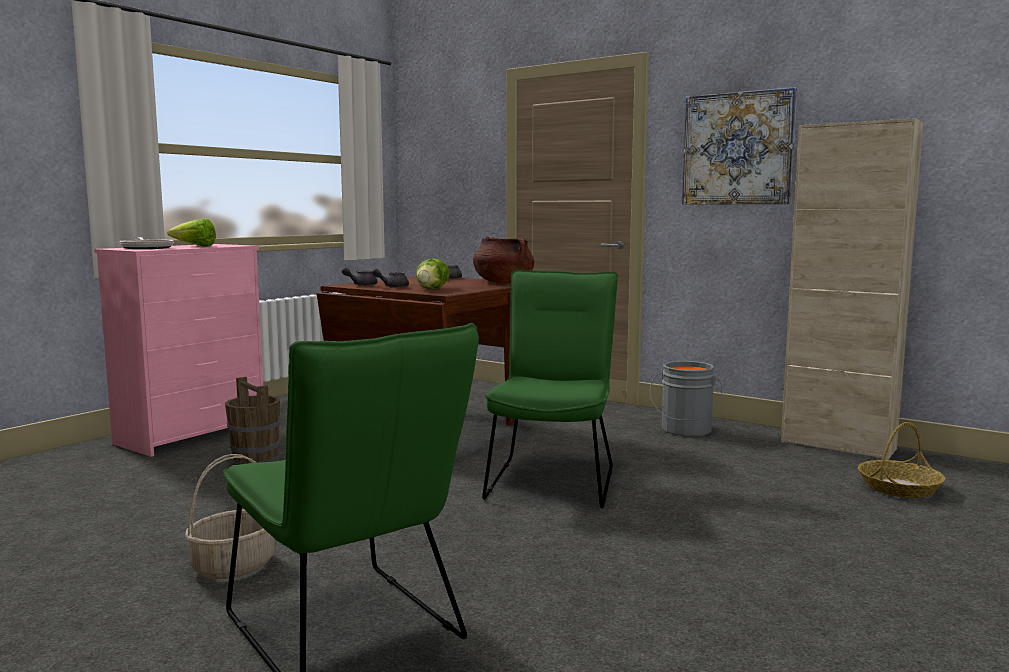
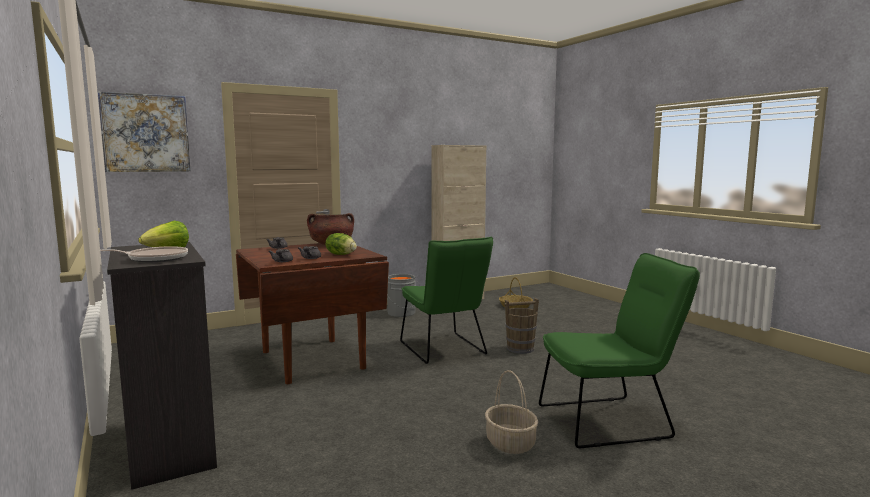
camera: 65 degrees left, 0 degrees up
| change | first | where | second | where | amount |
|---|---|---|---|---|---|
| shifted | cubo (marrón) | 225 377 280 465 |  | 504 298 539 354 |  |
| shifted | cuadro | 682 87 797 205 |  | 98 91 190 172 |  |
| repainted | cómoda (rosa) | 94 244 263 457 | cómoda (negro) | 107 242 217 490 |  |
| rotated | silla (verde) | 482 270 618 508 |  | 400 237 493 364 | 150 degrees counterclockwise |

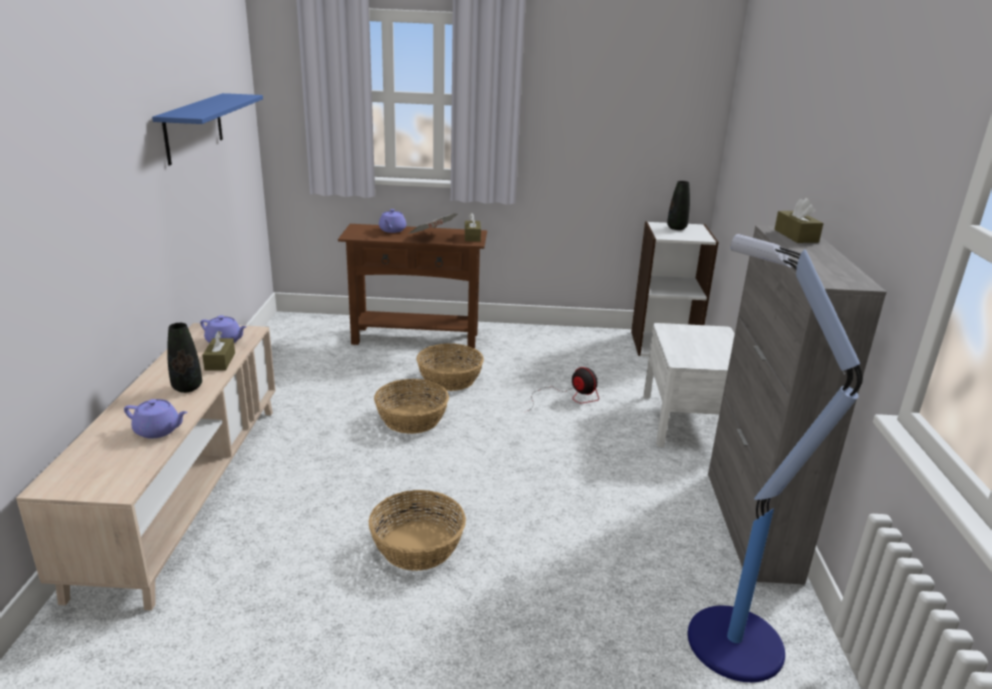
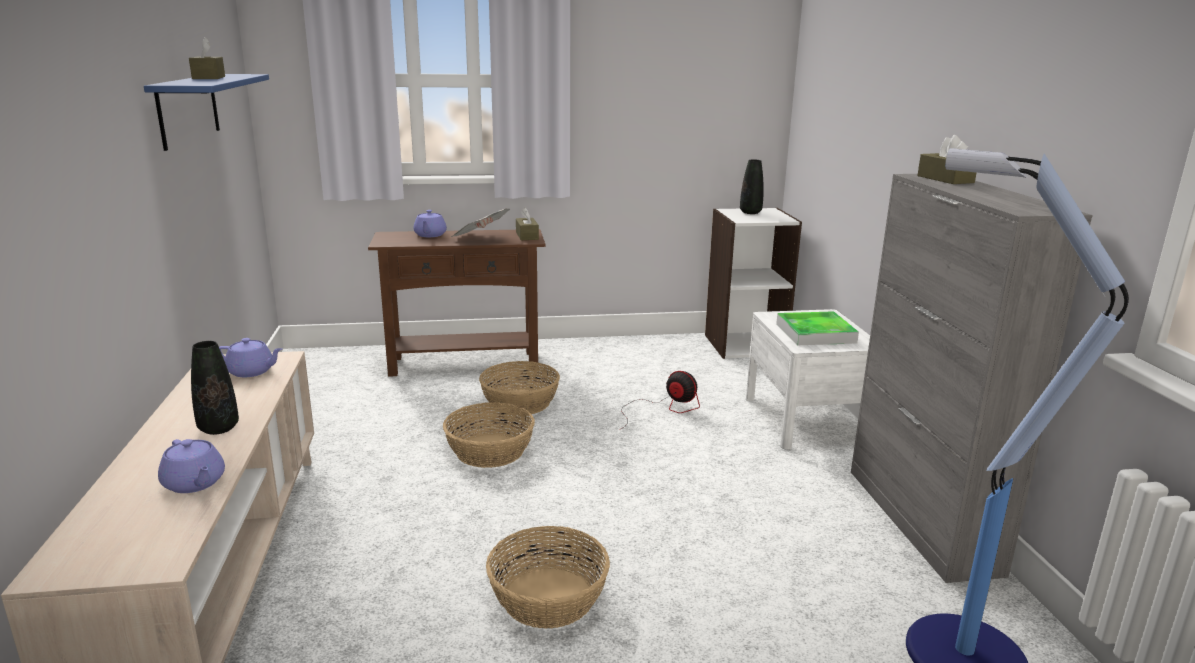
camera: 10 degrees left, 5 degrees down
| change | first | where | second | where | amount |
|---|---|---|---|---|---|
| new |  |  | bandeja | 776 311 859 345 |  |
| shifted | caja de pañuelos (marrón) | 202 331 235 371 |  | 189 37 225 79 |  |
| rotated | tetera (morado) | 124 399 188 439 |  | 158 439 225 493 | 45 degrees clockwise |

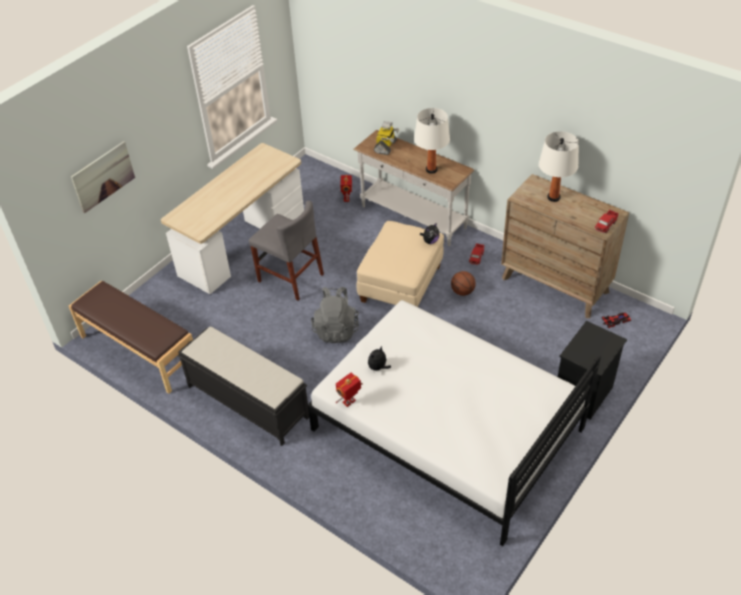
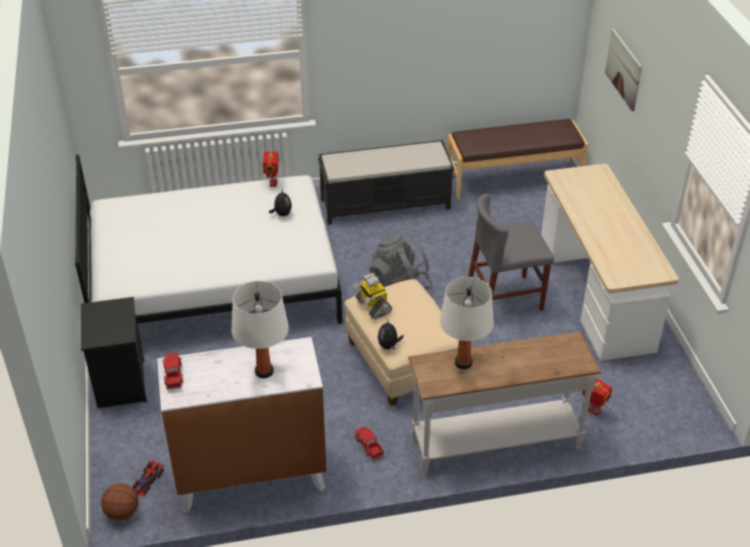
camera: 130 degrees right, 5 degrees down
| change | first | where | second | where | amount |
|---|---|---|---|---|---|
| shifted | robot de juguete | 374 121 399 155 |  | 353 273 392 319 |  |
| shifted | balón de baloncesto | 451 271 476 296 |  | 101 484 138 521 |  |
| repainted | cómoda (marrón) | 501 174 629 318 | cómoda (blanco) | 157 337 327 513 |  |

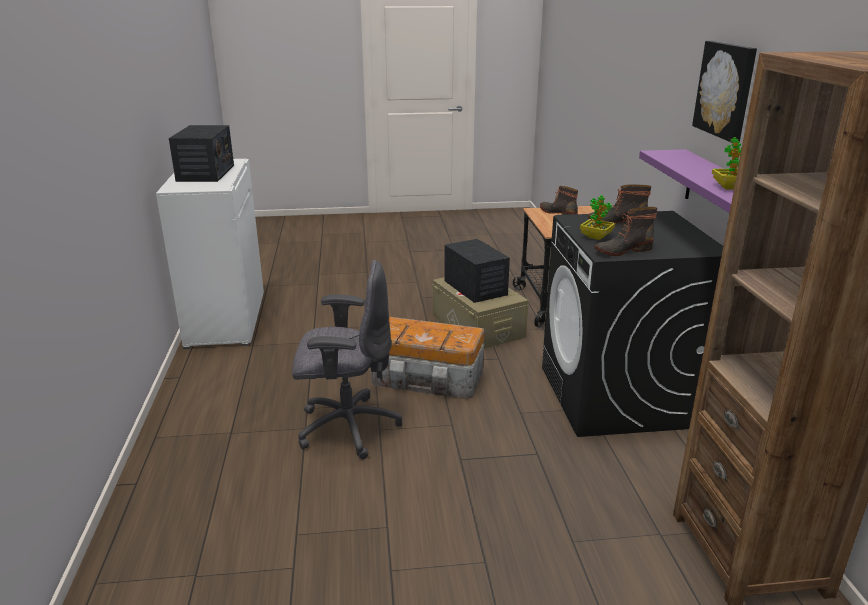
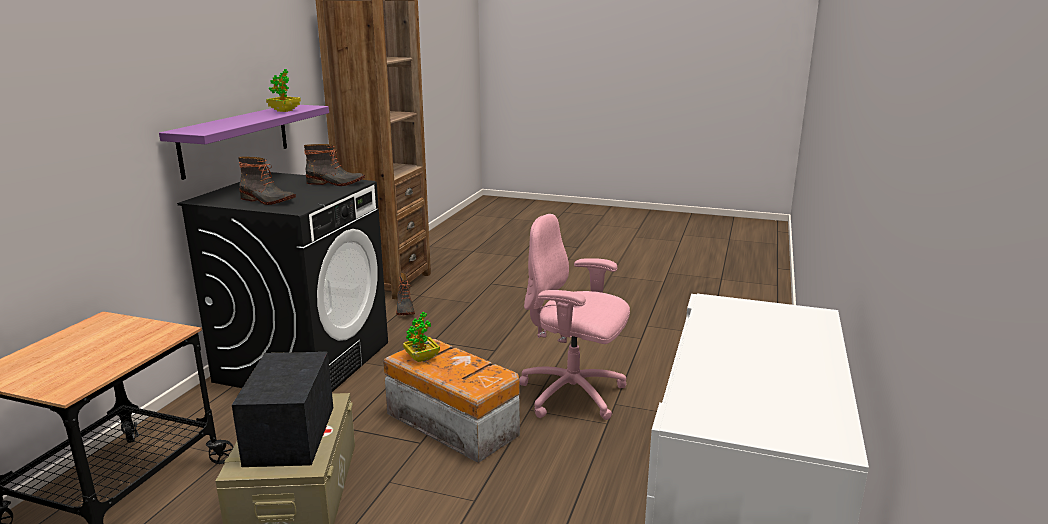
camera: 155 degrees left, 5 degrees down
| change | first | where | second | where | amount |
|---|---|---|---|---|---|
| gone | radio | 169 125 234 182 |  |  |  |
| gone | cuadro | 692 41 757 143 |  |  |  |
| shifted | bota | 540 186 578 215 |  | 396 273 415 315 |  |
| shifted | planta en maceta | 580 195 615 240 |  | 403 312 440 362 |  |
| repainted | silla de oficina (gris) | 292 260 402 459 | silla de oficina (rosa) | 519 214 630 420 |  |

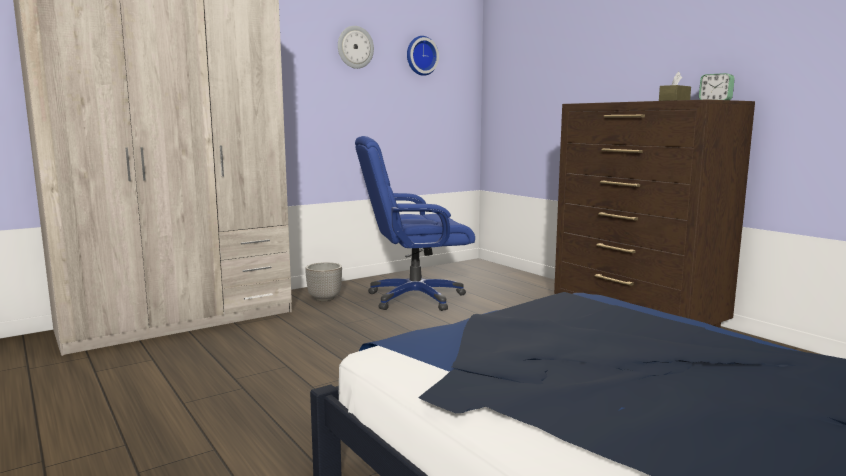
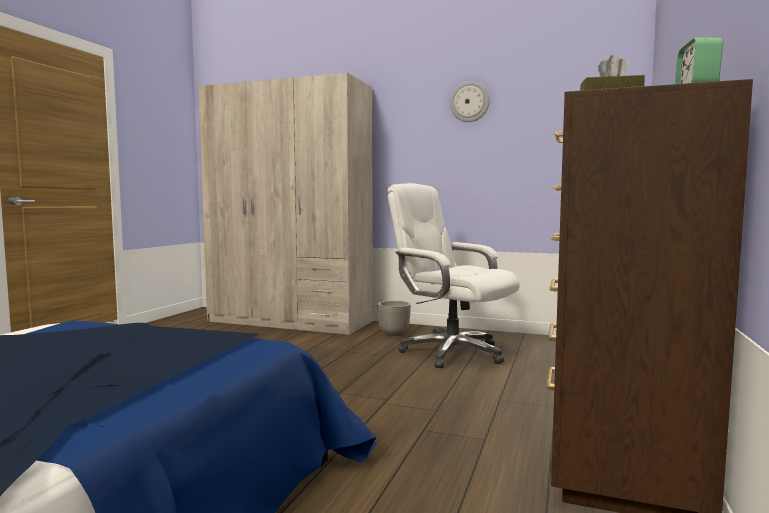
camera: 55 degrees right, 5 degrees down
| change | first | where | second | where | amount |
|---|---|---|---|---|---|
| gone | reloj de pared | 407 36 439 76 |  |  |  |
| repainted | silla de oficina (azul) | 355 136 475 311 | silla de oficina (blanco) | 387 183 520 368 |  |

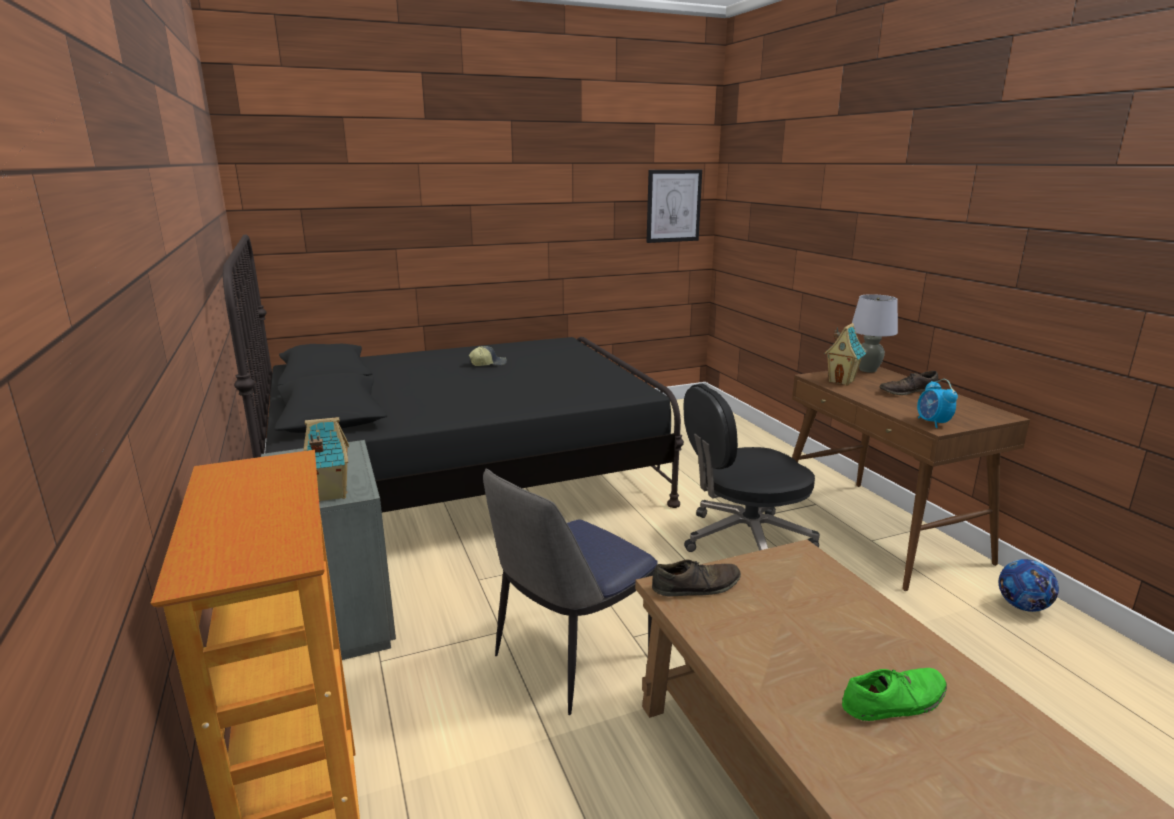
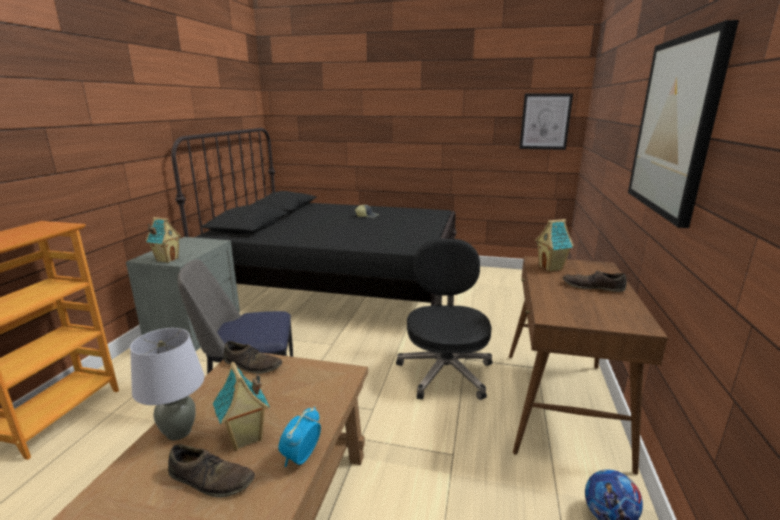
camera: 35 degrees right, 0 degrees up
| change | first | where | second | where | amount |
|---|---|---|---|---|---|
| new |  |  | casita | 213 362 270 451 |  |
| new |  |  | cuadro | 628 20 739 228 |  |
| shifted | lámpara de mesa (gris) | 852 294 898 373 |  | 130 328 205 440 |  |
| shifted | despertador | 917 379 958 428 |  | 279 407 321 467 |  |
| repainted | zapato (verde) | 842 668 947 721 | zapato (marrón) | 168 444 255 498 |  |
| rotated | silla de oficina (negro) | 683 384 820 552 |  | 396 239 492 400 | 75 degrees clockwise |

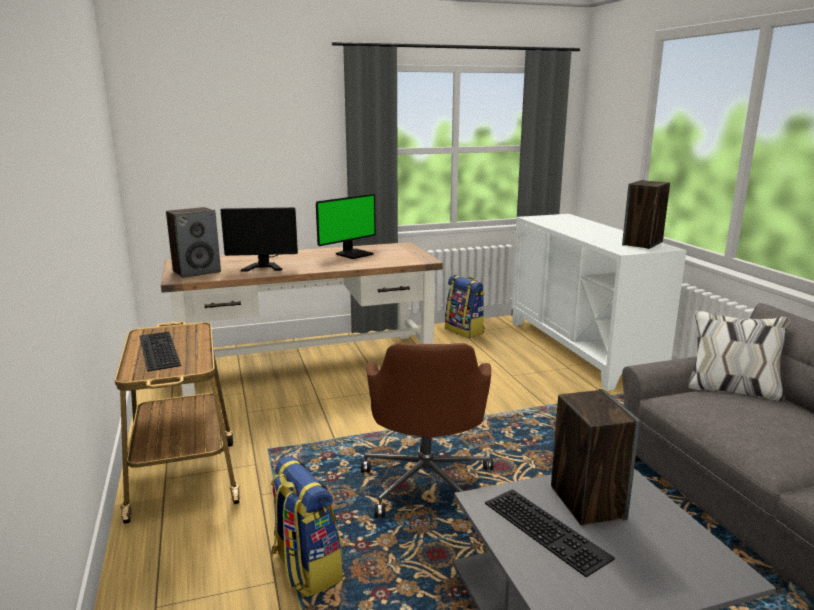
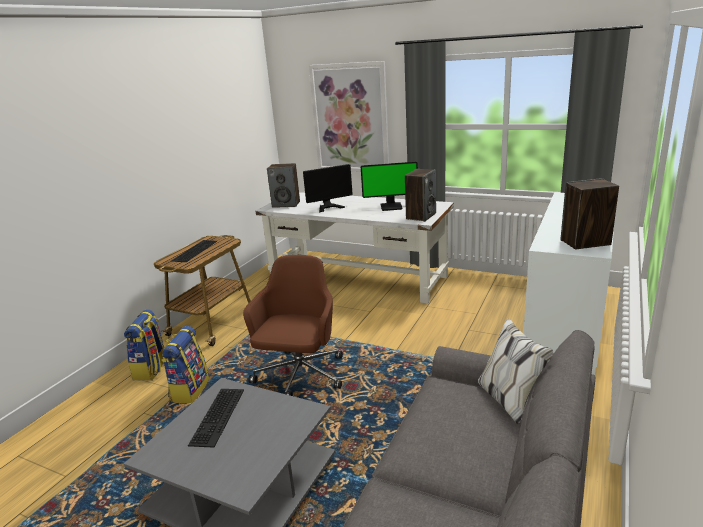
camera: 45 degrees right, 5 degrees up
| change | first | where | second | where | amount |
|---|---|---|---|---|---|
| new |  |  | cuadro | 309 61 389 172 |  |
| shifted | mochila | 445 275 485 338 |  | 124 309 164 381 |  |
| shifted | altavoz | 551 389 640 526 |  | 405 169 436 222 |  |
| repainted | escritorio (marrón) | 161 242 443 396 | escritorio (blanco) | 256 192 454 304 |  |
| rotated | monitor | 221 207 298 272 |  | 303 164 353 212 | 60 degrees counterclockwise |
| rotated | silla de oficina (marrón) | 361 343 493 520 |  | 243 255 343 396 | 150 degrees clockwise |

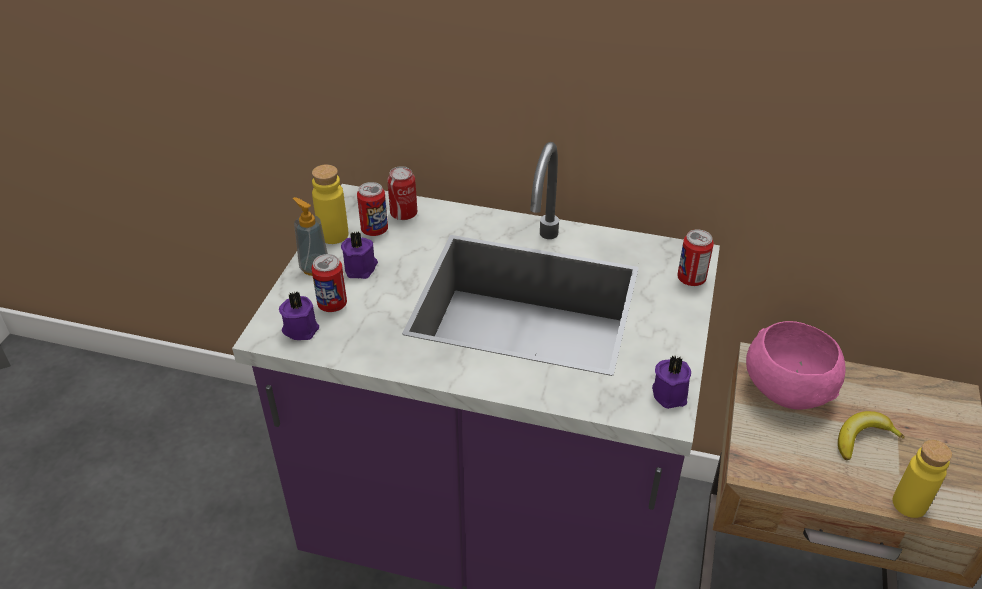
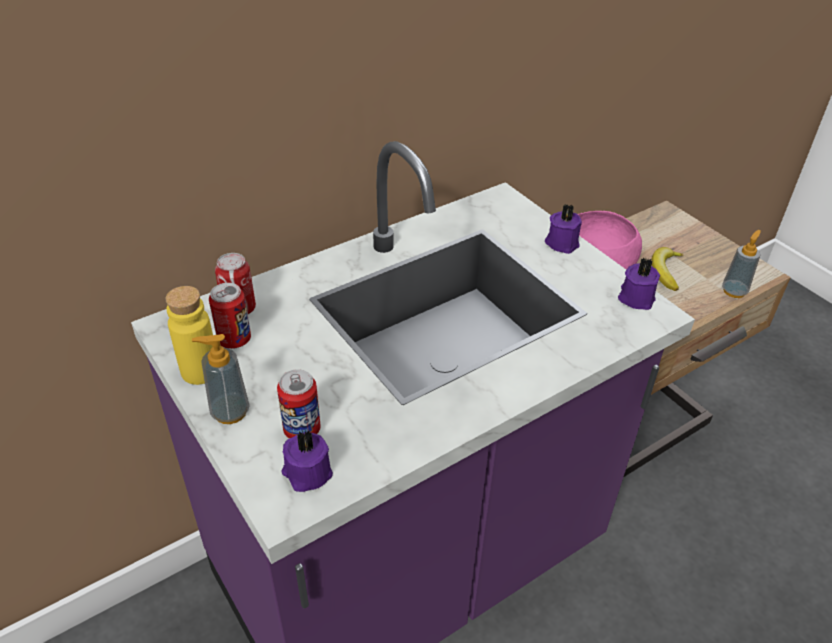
camera: 50 degrees left, 0 degrees up
| change | first | where | second | where | amount |
|---|---|---|---|---|---|
| gone | lata | 677 229 714 286 |  |  |  |
| shifted | vela (morado) | 341 231 378 279 |  | 545 204 582 254 |  |
| swapped | botella (amarillo) | 893 440 952 518 | dispensador de jabón | 722 230 761 298 |  |

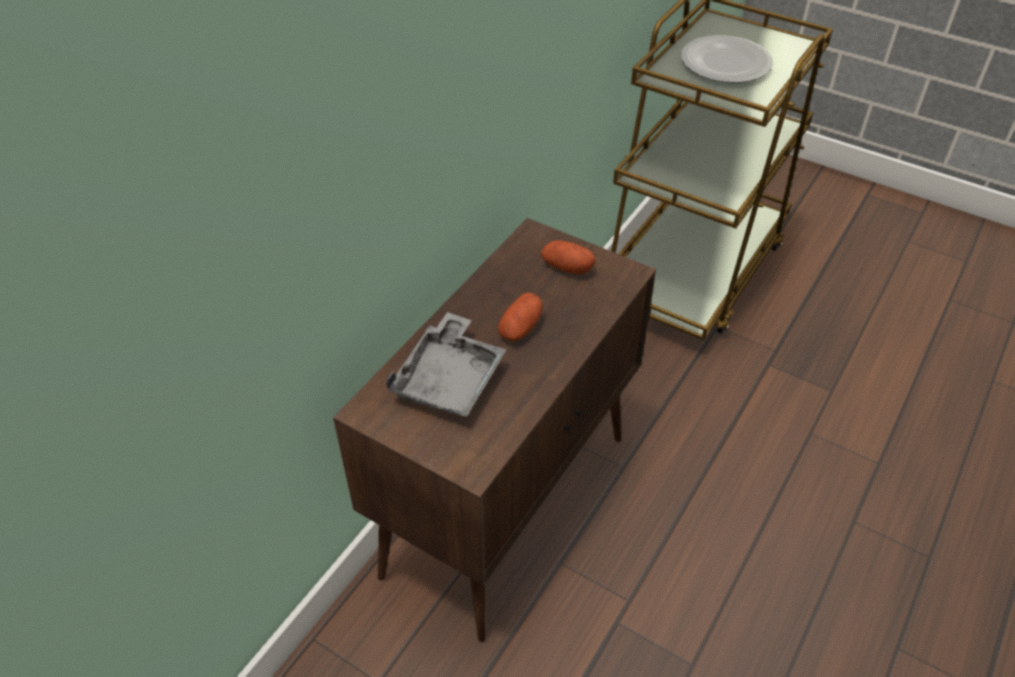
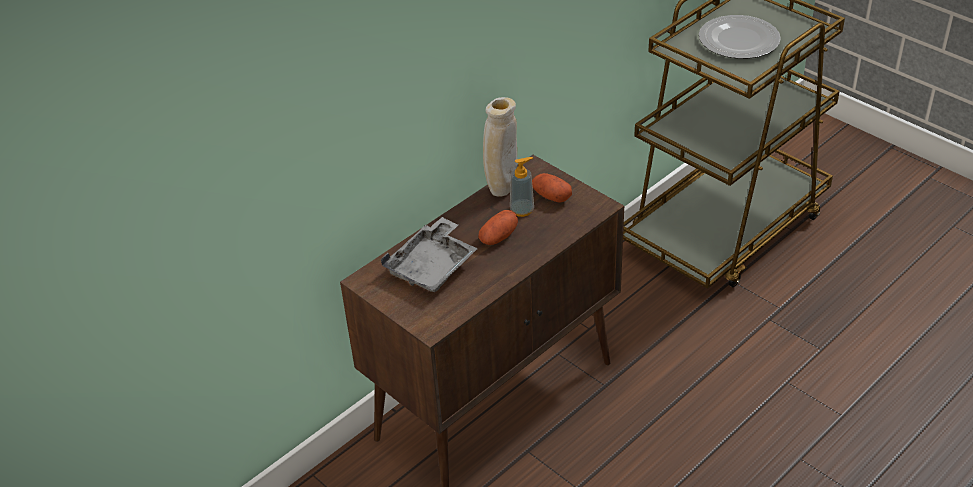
camera: 15 degrees right, 5 degrees down
| change | first | where | second | where | amount |
|---|---|---|---|---|---|
| new |  |  | florero (beis) | 483 97 518 197 |  |
| new |  |  | dispensador de jabón | 510 157 534 217 |  |

